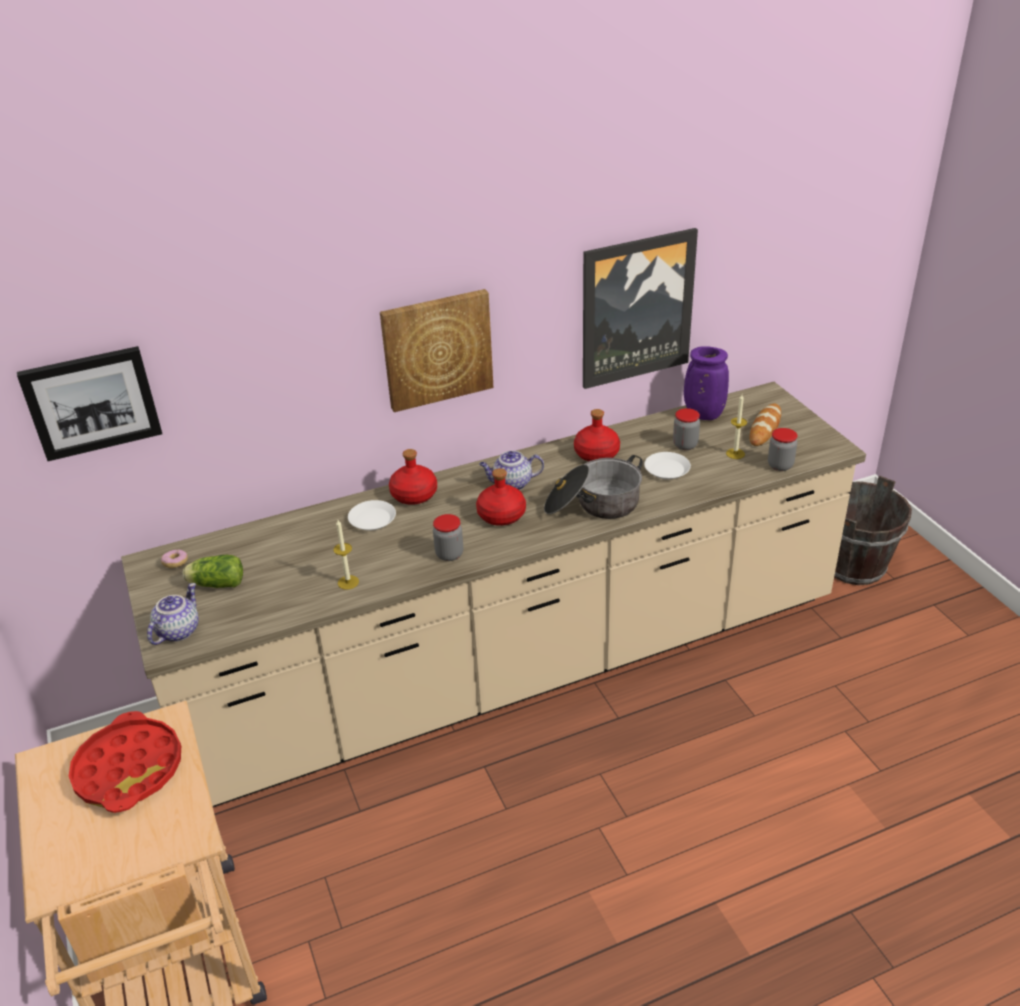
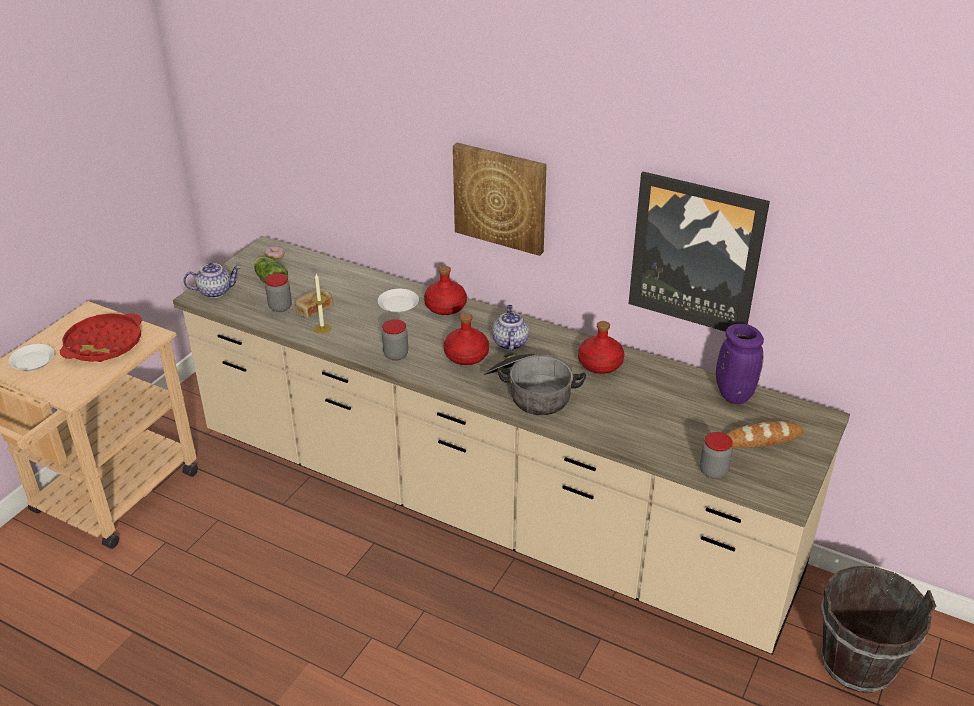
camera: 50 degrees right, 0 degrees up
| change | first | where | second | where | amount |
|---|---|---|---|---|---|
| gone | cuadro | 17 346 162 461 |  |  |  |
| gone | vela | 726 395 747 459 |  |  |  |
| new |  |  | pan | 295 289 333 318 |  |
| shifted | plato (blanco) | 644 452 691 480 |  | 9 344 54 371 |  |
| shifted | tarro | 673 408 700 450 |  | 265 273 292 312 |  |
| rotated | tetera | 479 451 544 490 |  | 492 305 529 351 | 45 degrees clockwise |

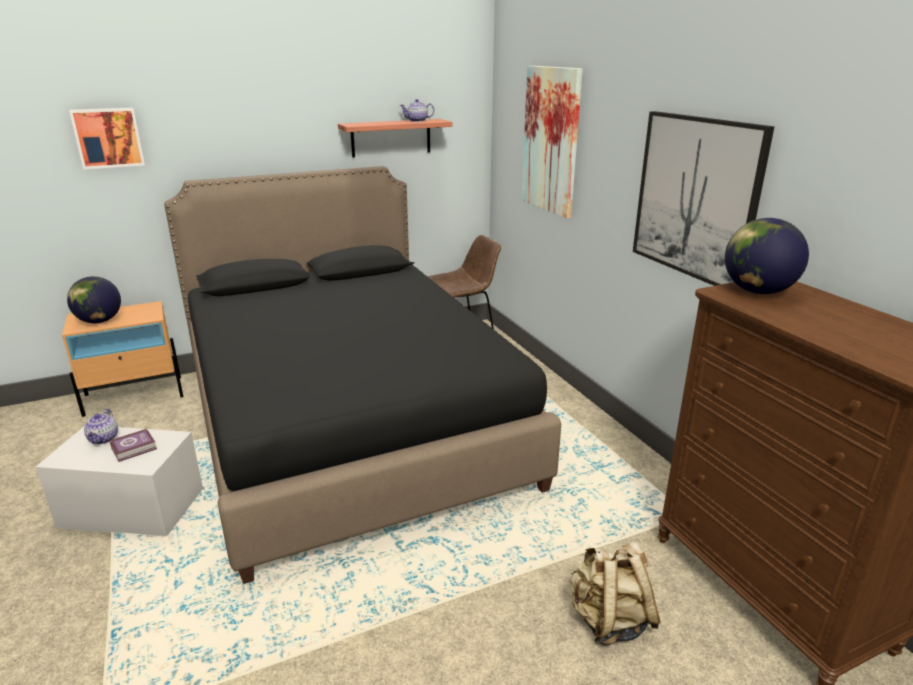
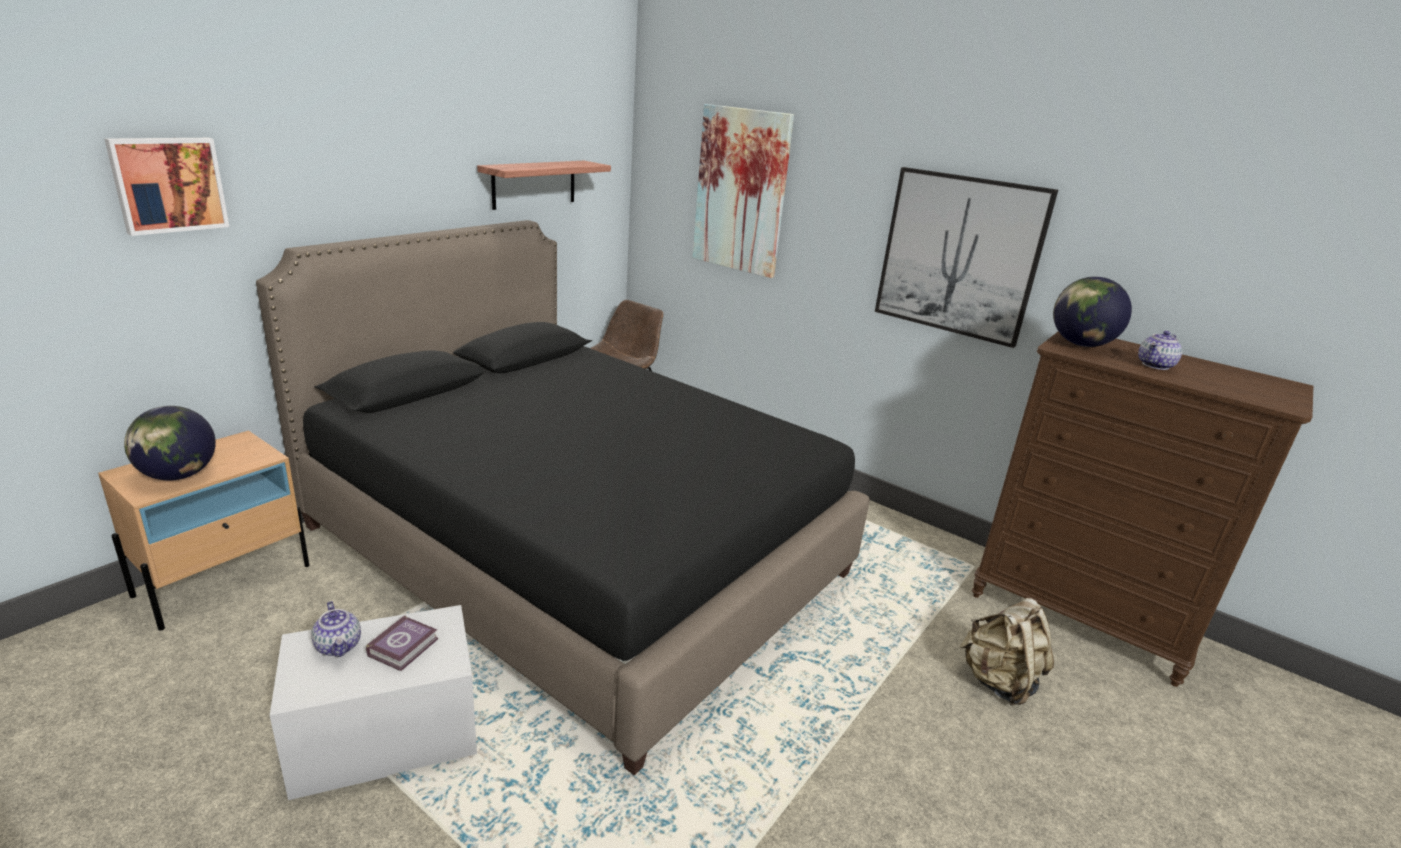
camera: 30 degrees left, 0 degrees up
| change | first | where | second | where | amount |
|---|---|---|---|---|---|
| shifted | tetera | 400 99 434 122 |  | 1138 331 1182 370 |  |

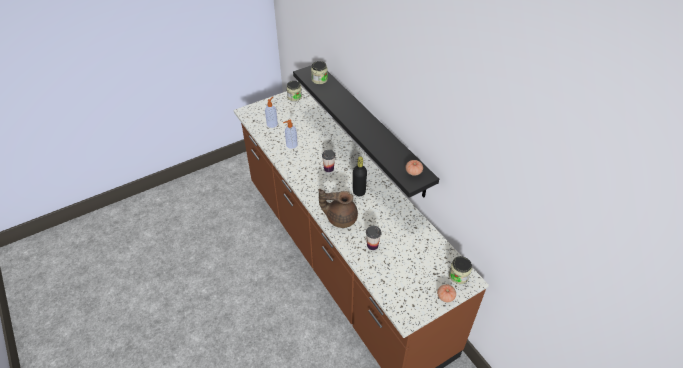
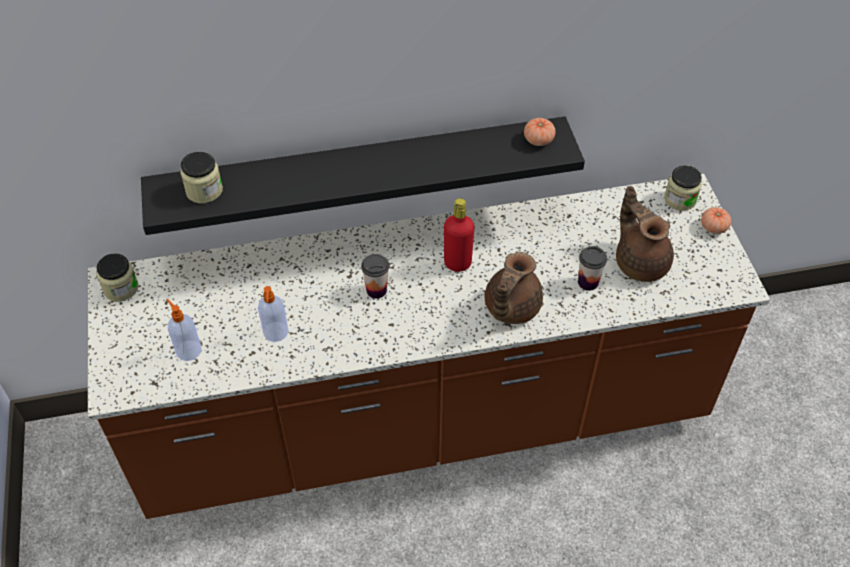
camera: 70 degrees left, 5 degrees up
| change | first | where | second | where | amount |
|---|---|---|---|---|---|
| new |  |  | tetera (marrón) | 616 186 674 282 |  |
| repainted | botella (negro) | 353 156 367 196 | botella (rojo) | 444 198 474 272 |  |

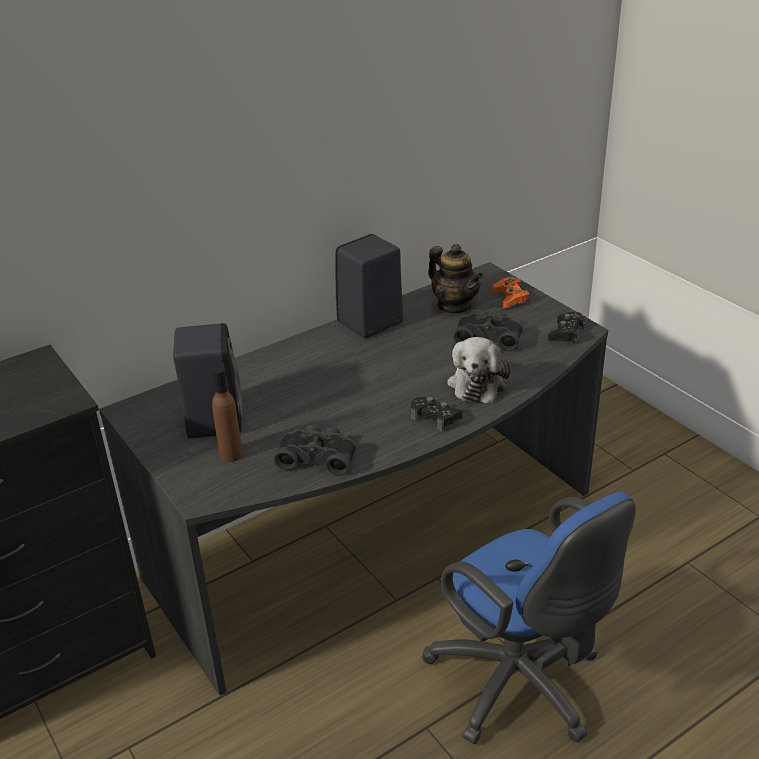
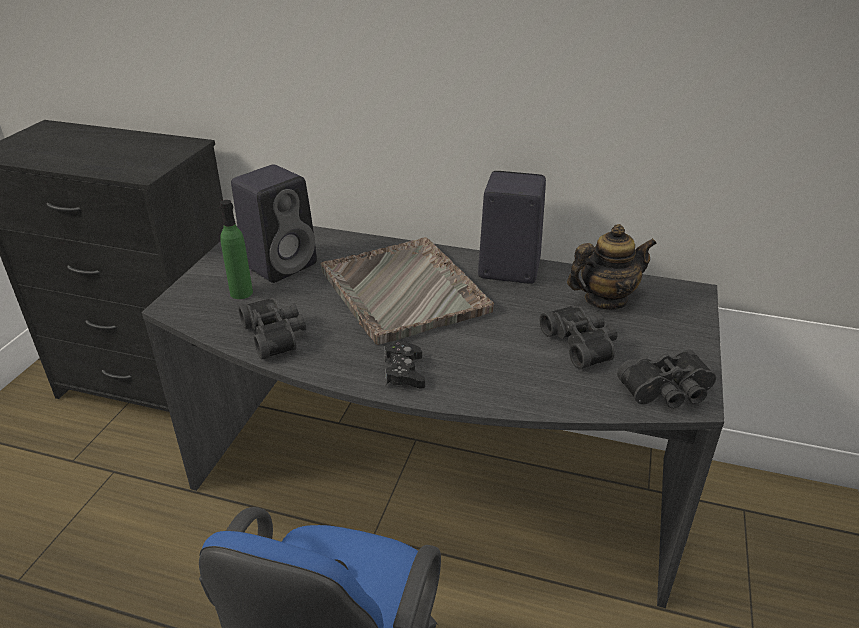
camera: 50 degrees right, 0 degrees up
| change | first | where | second | where | amount |
|---|---|---|---|---|---|
| gone | peluche | 447 337 511 403 |  |  |  |
| gone | mando de consola (naranja) | 493 277 530 308 |  |  |  |
| new |  |  | bandeja (gris) | 321 237 494 345 |  |
| swapped | mando de consola (negro) | 548 312 586 343 | prismáticos (negro) | 617 349 716 408 |  |
| repainted | botella (marrón) | 212 367 243 462 | botella (verde) | 219 200 253 299 |  |
| rotated | tetera | 428 244 483 313 |  | 567 224 657 310 | 120 degrees counterclockwise |

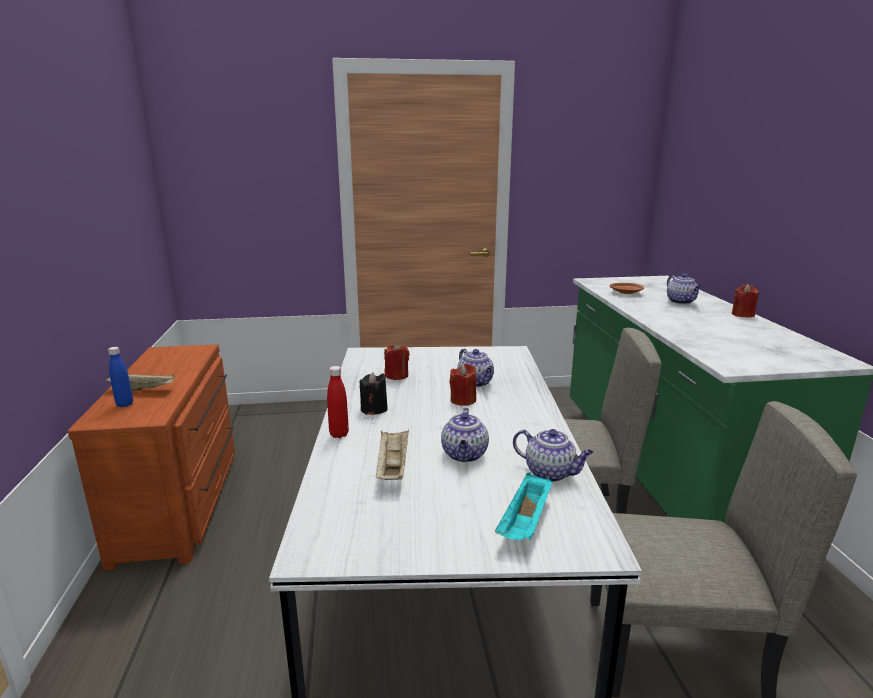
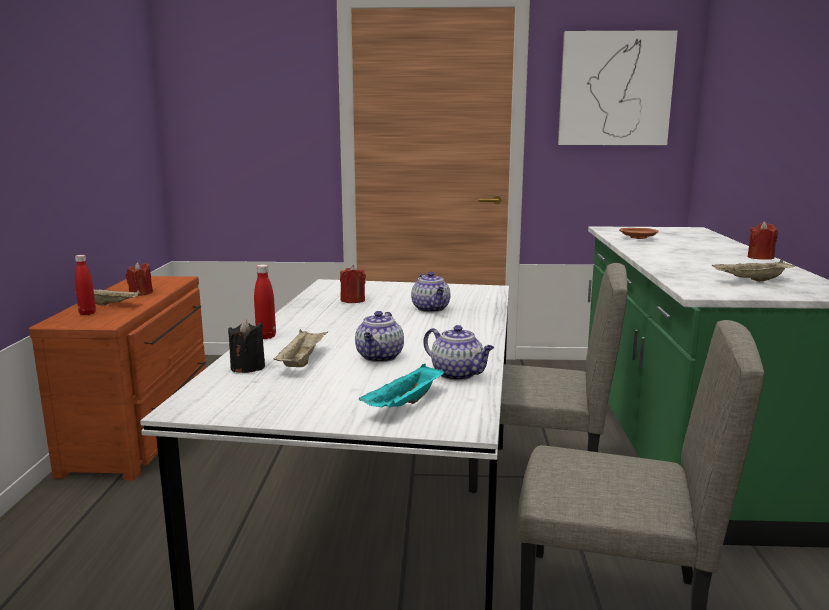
camera: 10 degrees right, 5 degrees down
| change | first | where | second | where | amount |
|---|---|---|---|---|---|
| gone | tetera | 667 273 701 304 |  |  |  |
| new |  |  | cuadro | 558 30 678 145 |  |
| new |  |  | bandeja (beis) | 712 260 794 282 |  |
| shifted | vela (negro) | 359 372 388 415 |  | 228 319 265 373 |  |
| shifted | vela (rojo) | 449 364 477 406 |  | 126 262 153 296 |  |
| repainted | botella (azul) | 108 347 133 407 | botella (rojo) | 75 255 96 315 |  |

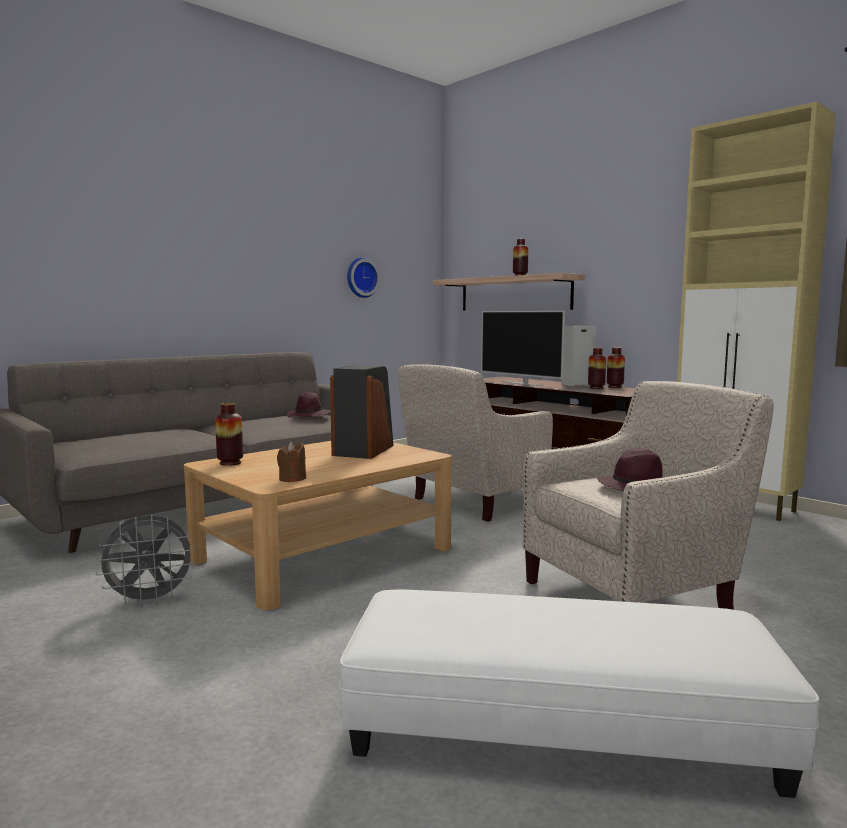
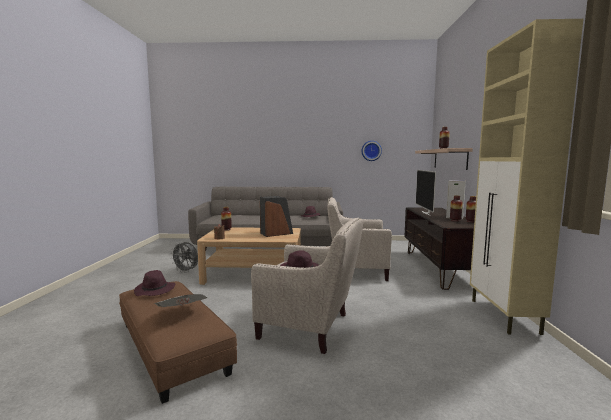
camera: 45 degrees right, 0 degrees up
| change | first | where | second | where | amount |
|---|---|---|---|---|---|
| new |  |  | sombrero (morado) | 134 270 175 296 |  |
| new |  |  | periódico | 154 294 207 307 |  |
| repainted | puf (blanco) | 338 589 819 798 | puf (marrón) | 119 281 237 404 |  |

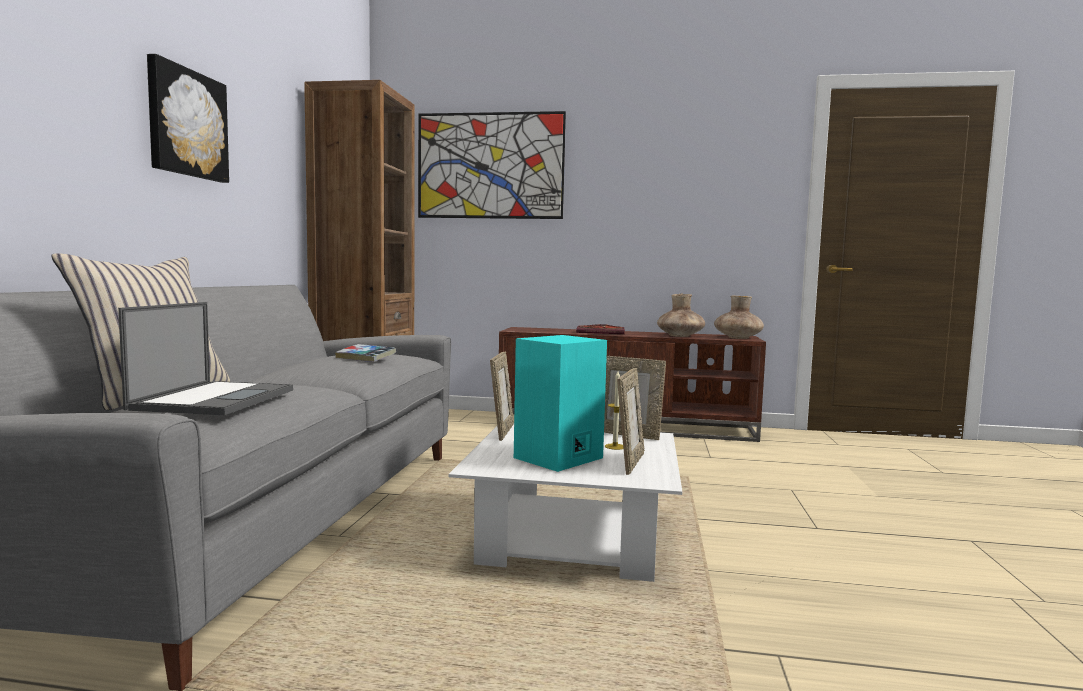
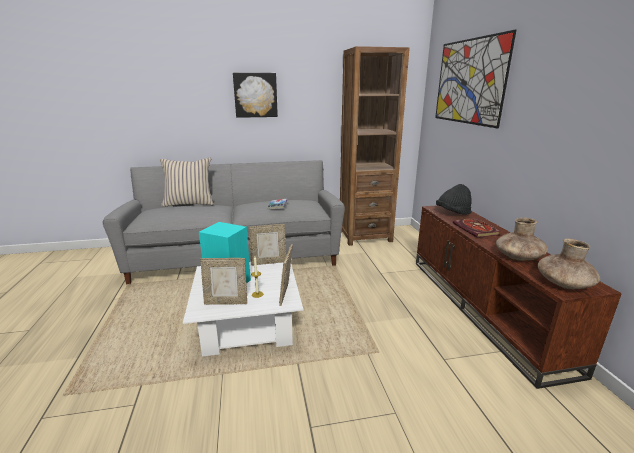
camera: 70 degrees right, 15 degrees up
| change | first | where | second | where | amount |
|---|---|---|---|---|---|
| gone | portátil | 118 302 293 415 |  |  |  |
| new |  |  | sombrero (negro) | 436 184 472 215 |  |

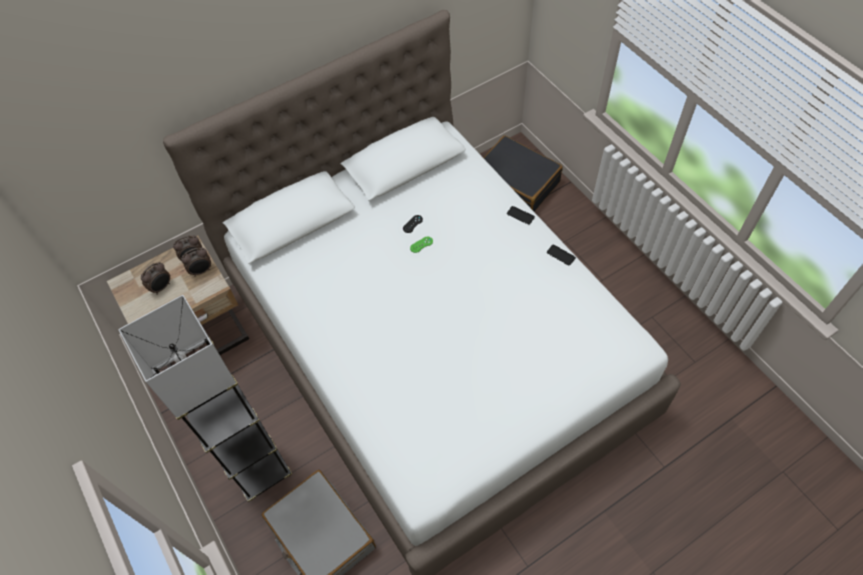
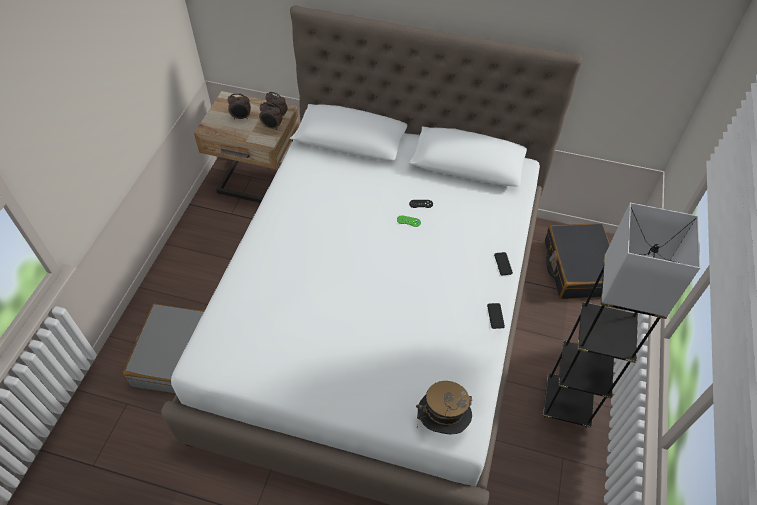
camera: 45 degrees right, 5 degrees down
| change | first | where | second | where | amount |
|---|---|---|---|---|---|
| new |  |  | sombrero | 416 381 472 434 |  |
| shifted | lámpara de pie (gris) | 118 295 292 502 |  | 543 203 701 428 |  |

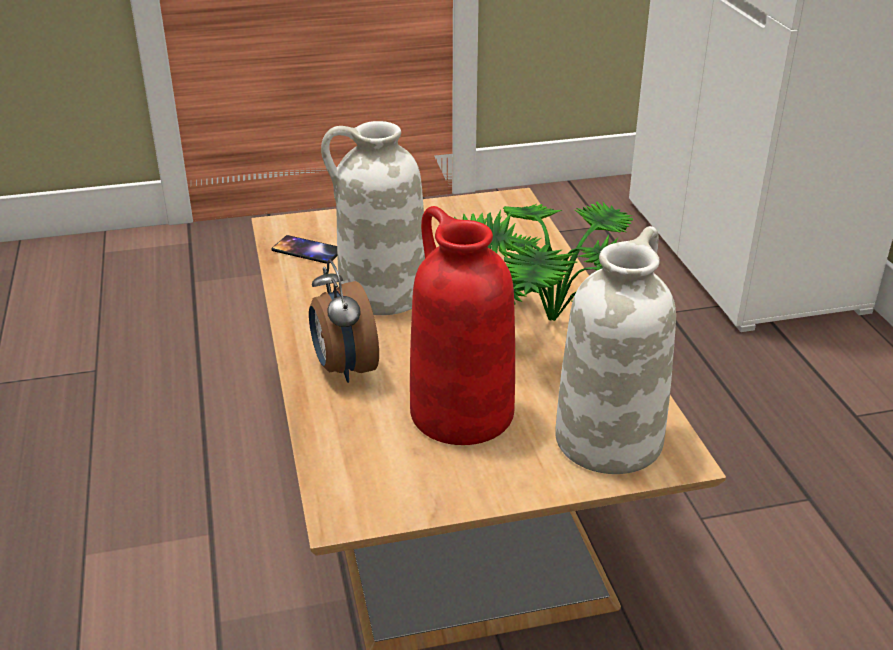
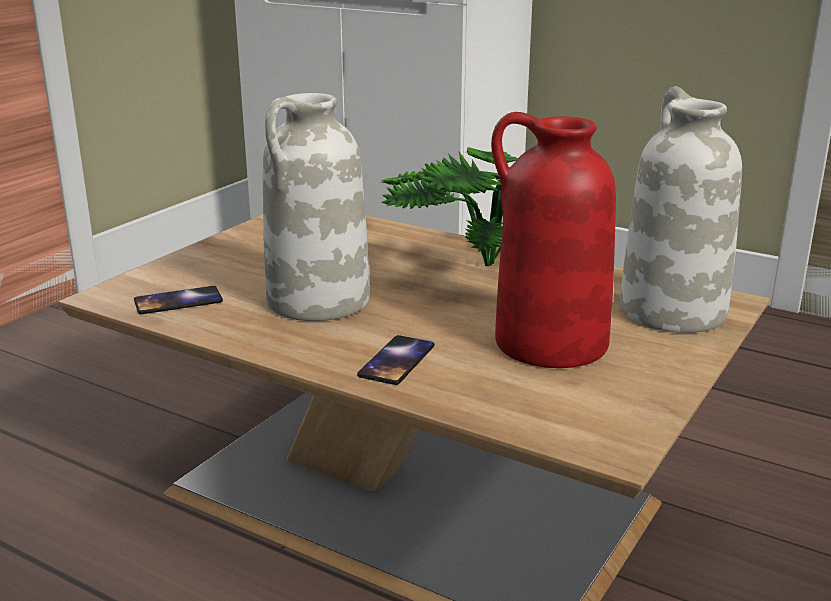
camera: 45 degrees left, 10 degrees down
| change | first | where | second | where | amount |
|---|---|---|---|---|---|
| swapped | despertador | 309 259 379 383 | móvil | 357 335 435 385 |  |

